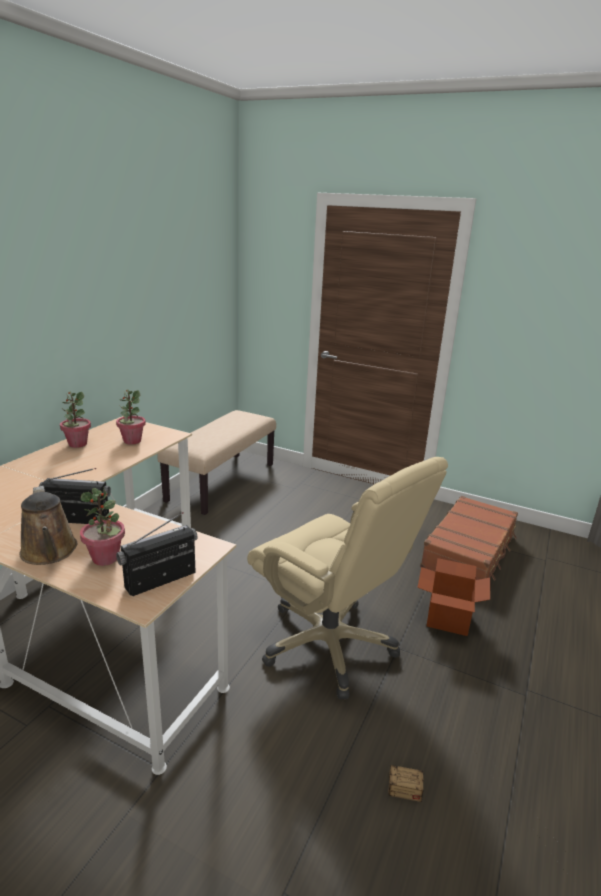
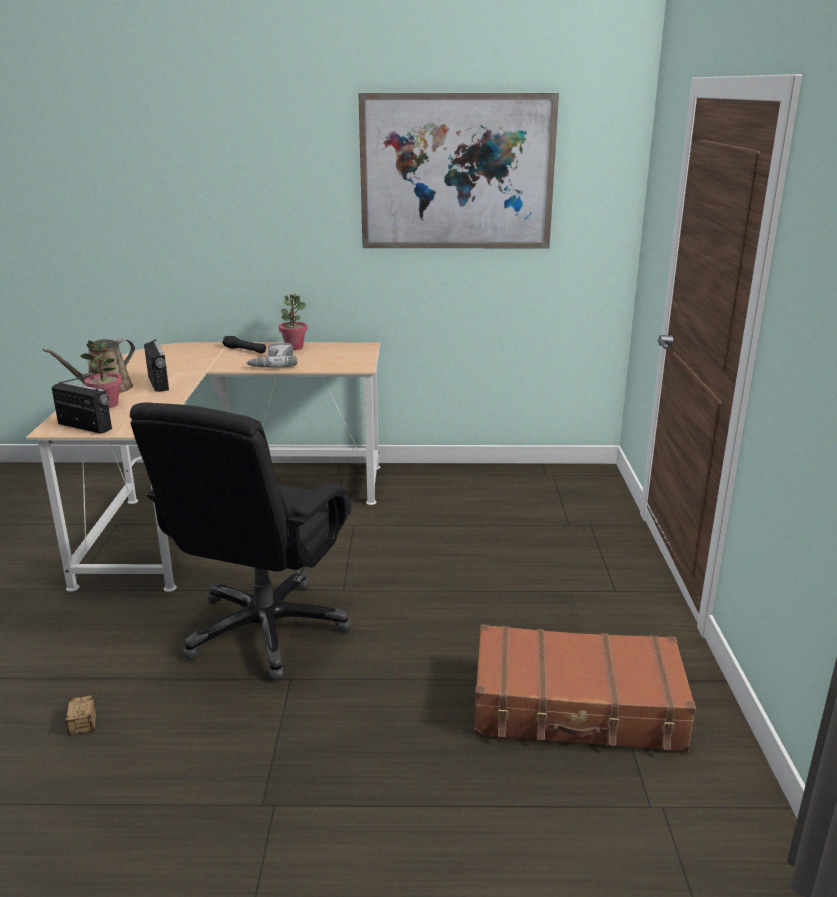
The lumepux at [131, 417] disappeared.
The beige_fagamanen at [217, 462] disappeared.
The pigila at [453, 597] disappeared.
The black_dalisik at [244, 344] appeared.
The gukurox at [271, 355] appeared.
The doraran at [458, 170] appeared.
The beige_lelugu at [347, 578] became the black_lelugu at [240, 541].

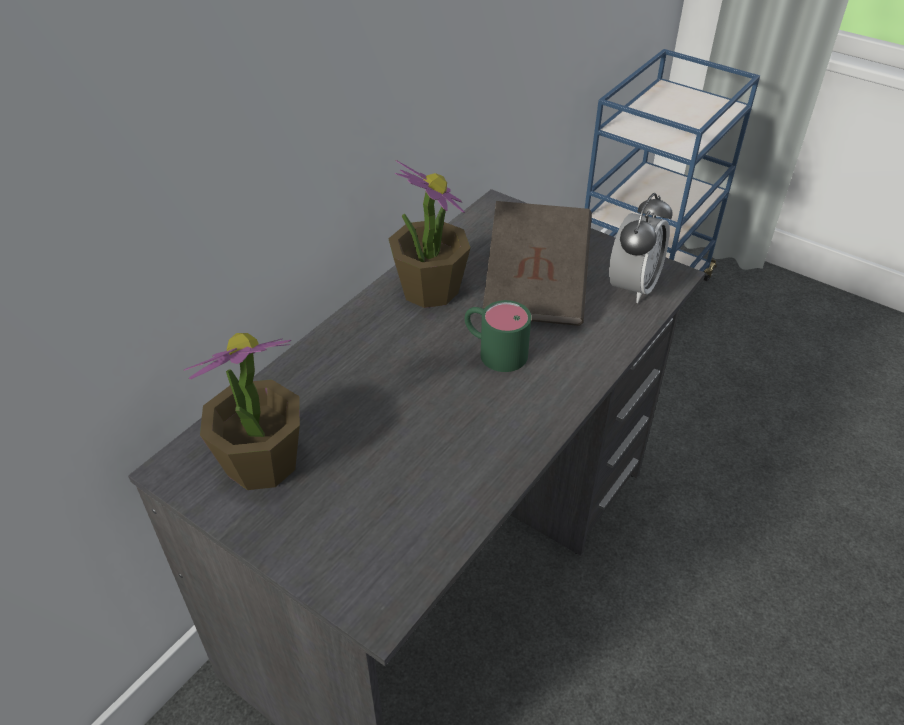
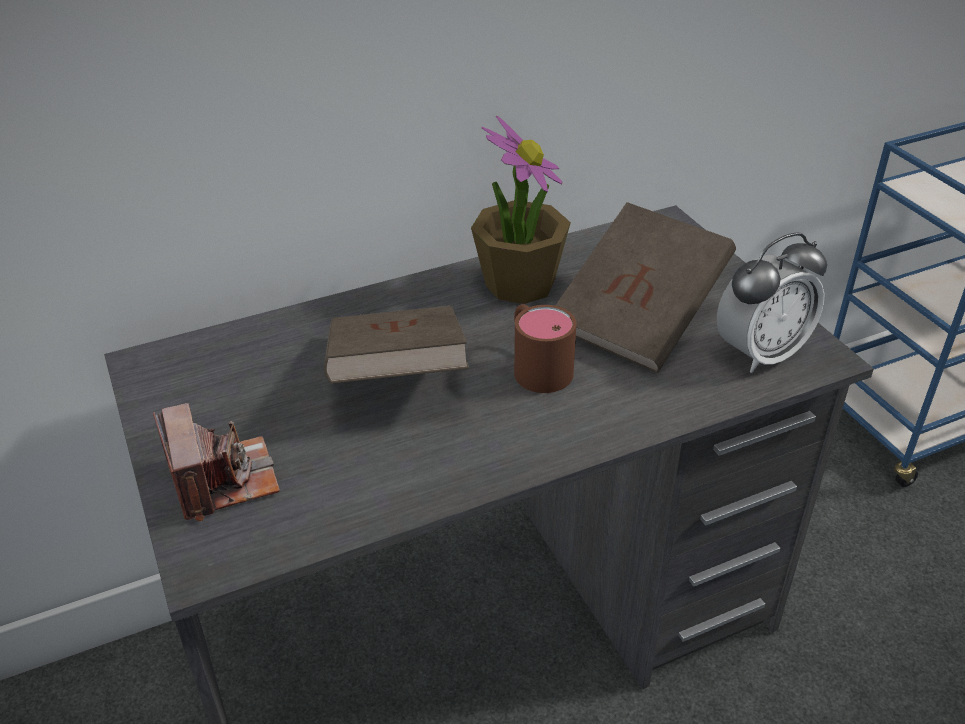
The lumepux at [242, 411] disappeared.
The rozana at [216, 462] appeared.
The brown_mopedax at [396, 345] appeared.
The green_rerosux at [498, 336] became the brown_rerosux at [545, 348].

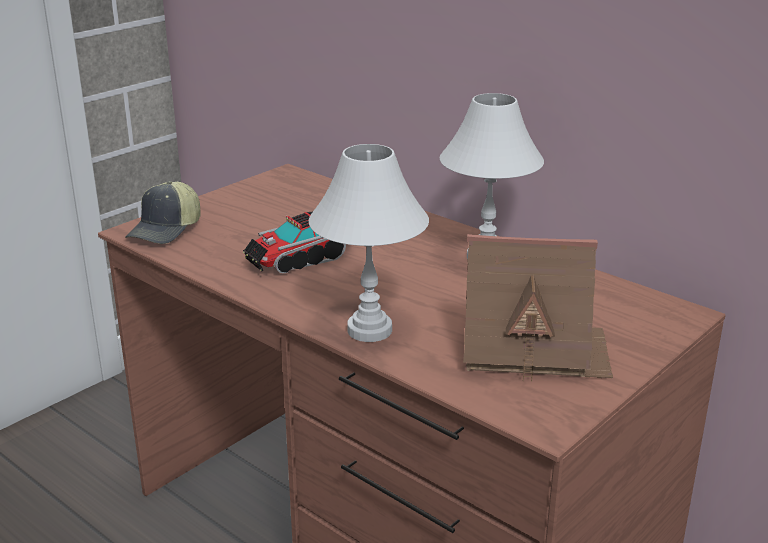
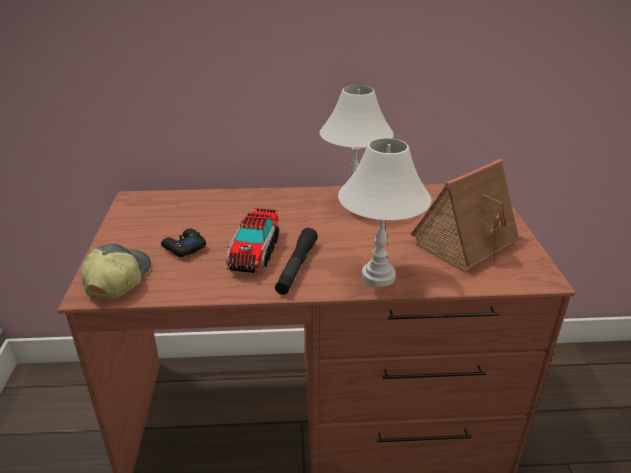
The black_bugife at [183, 242] appeared.
The black_dalisik at [296, 261] appeared.
The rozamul at [162, 212] turned 150 degrees counterclockwise.

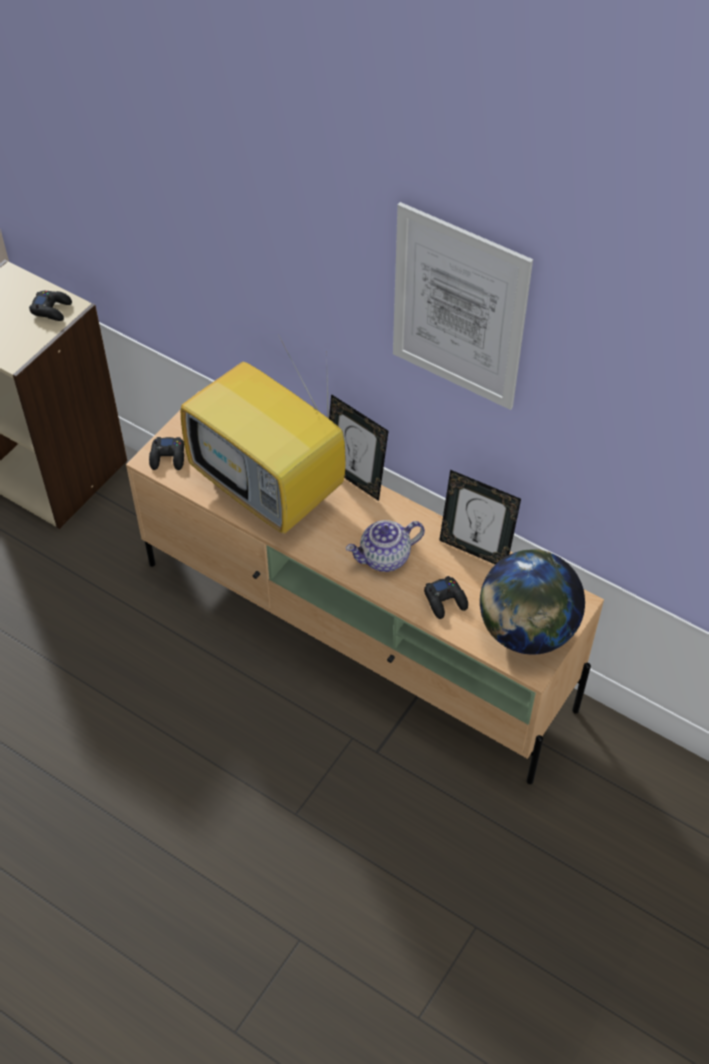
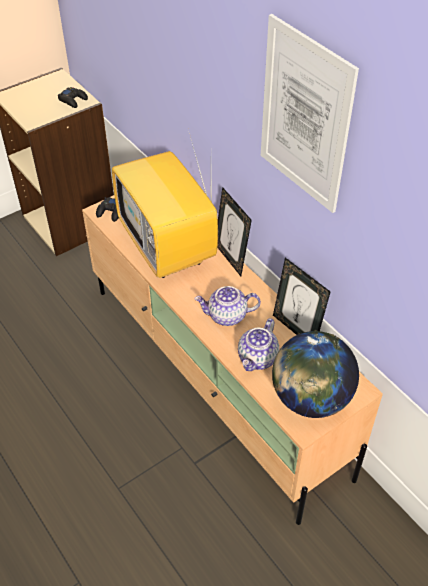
The black_bugife at [446, 597] was replaced by the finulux at [258, 344].

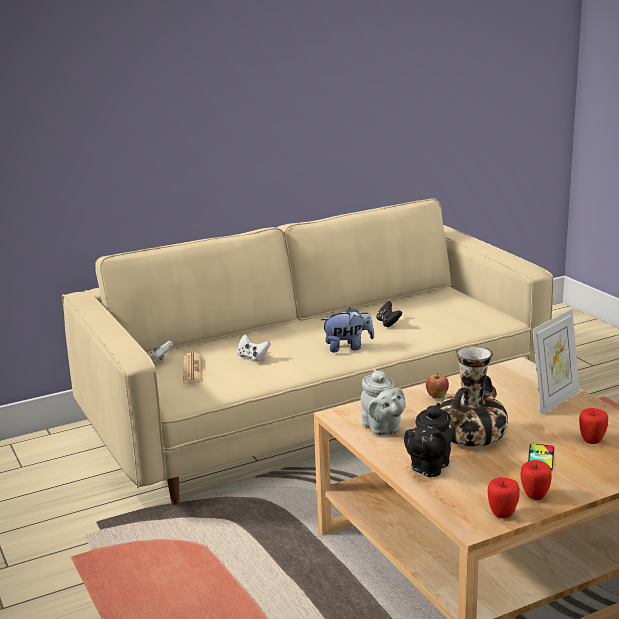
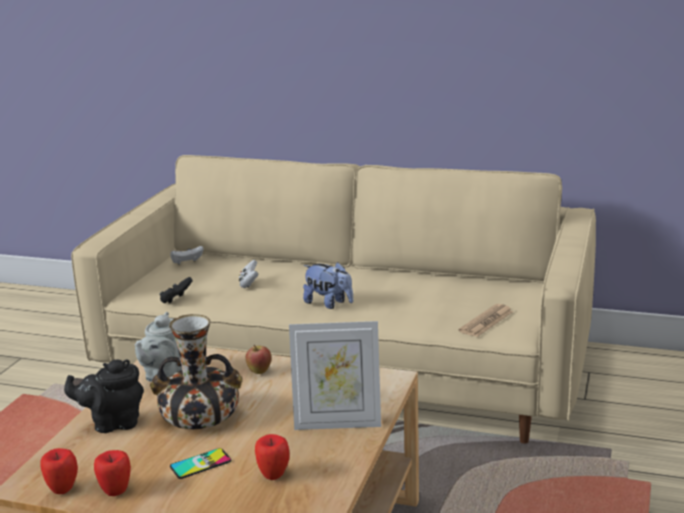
The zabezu moved from [193, 368] to [486, 320].
The black_bugife moved from [389, 314] to [176, 290].

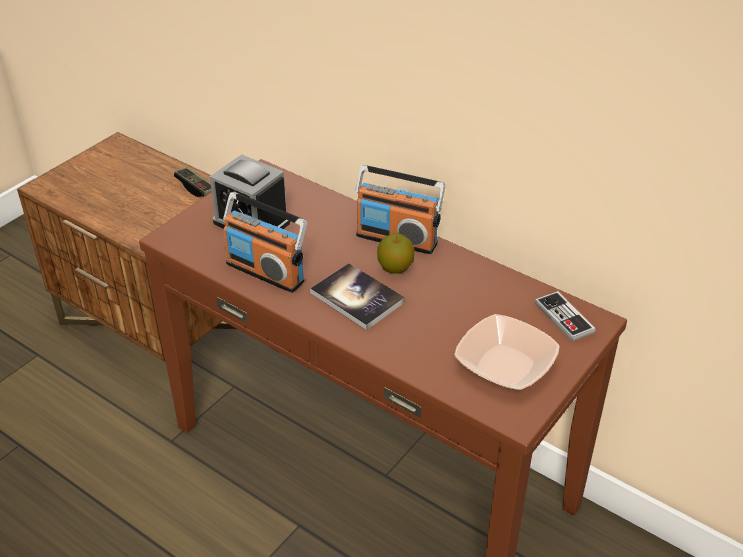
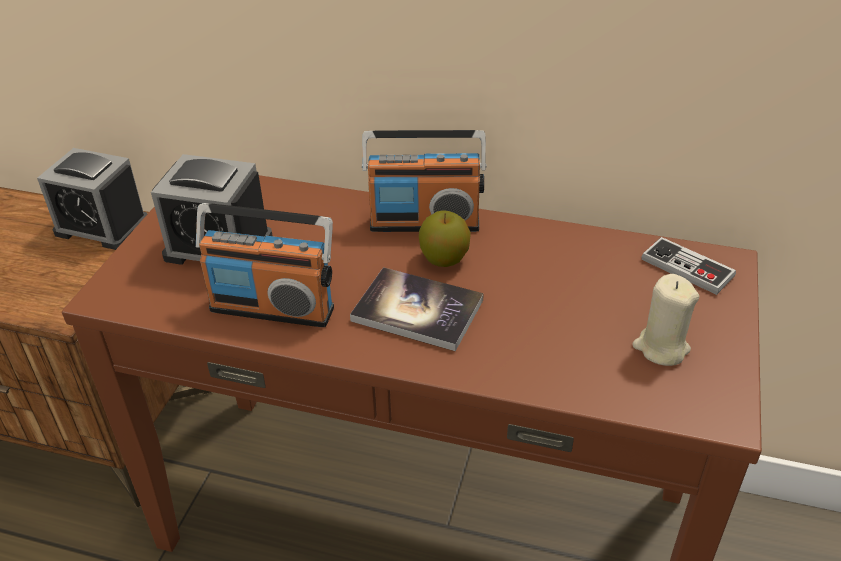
The bugife at [193, 182] was replaced by the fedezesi at [92, 199].
The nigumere at [507, 352] was replaced by the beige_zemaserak at [666, 320].

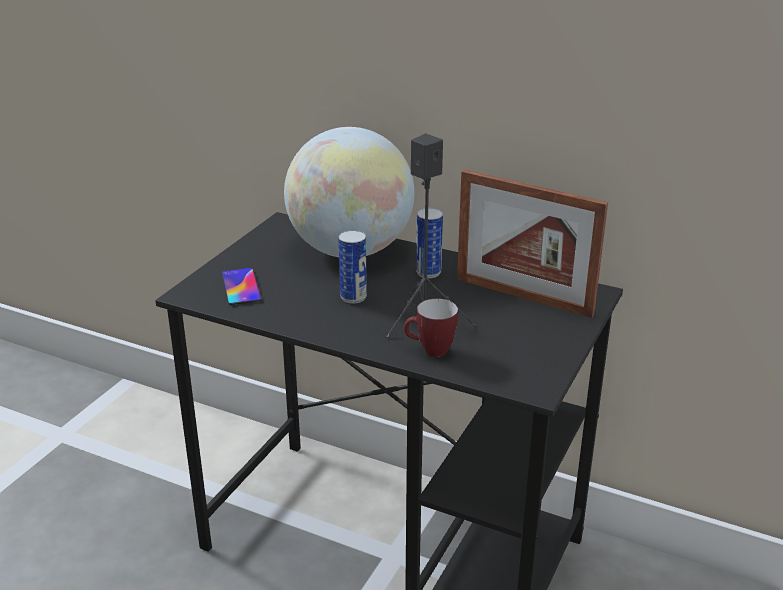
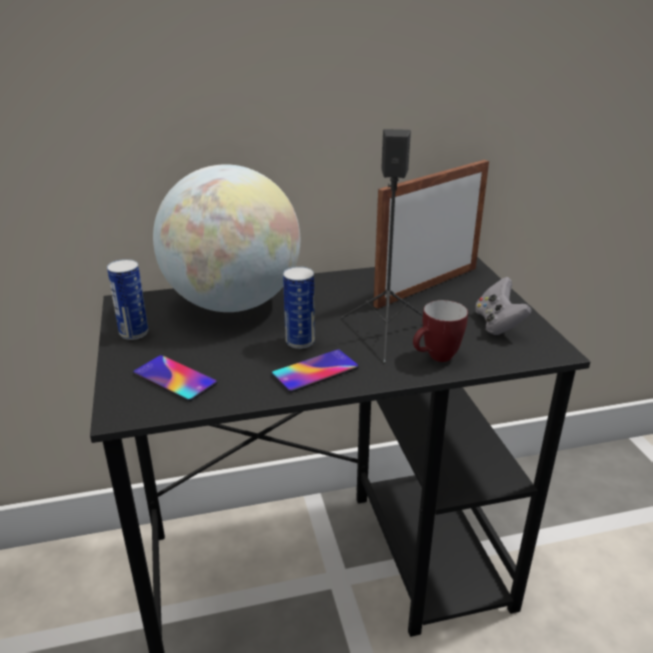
The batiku at [315, 370] appeared.
The grey_bugife at [503, 306] appeared.
The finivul moved from [429, 243] to [127, 299].
The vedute at [532, 244] turned 150 degrees clockwise.

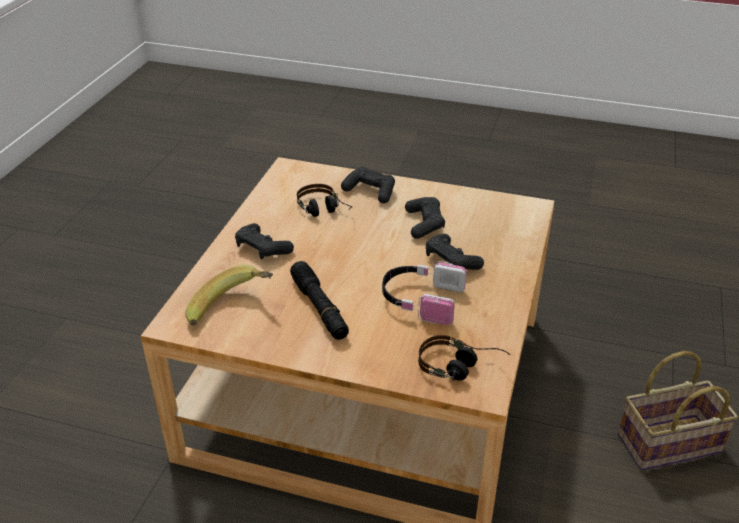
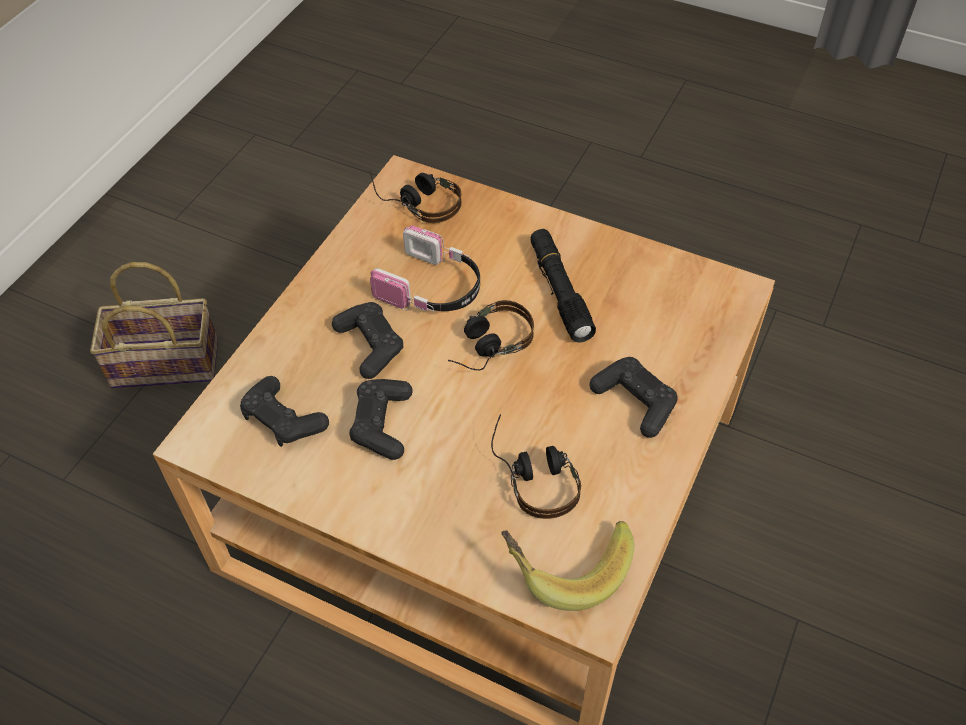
The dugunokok at [491, 335] appeared.
The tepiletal moved from [229, 295] to [568, 566].
The black_bugife moved from [368, 185] to [284, 411].

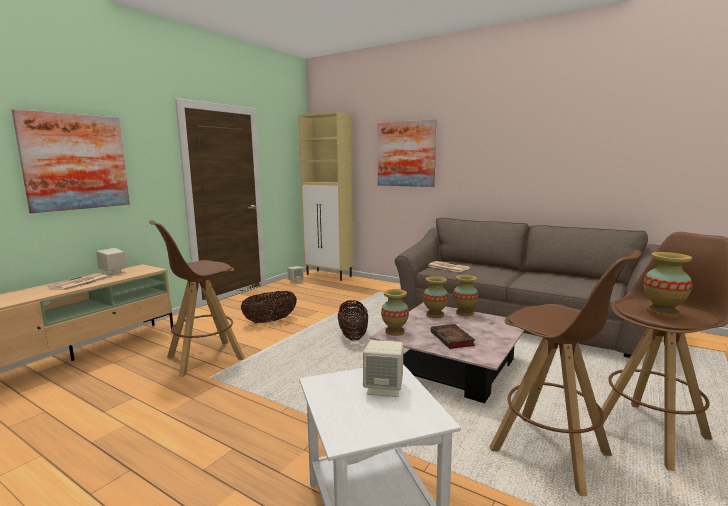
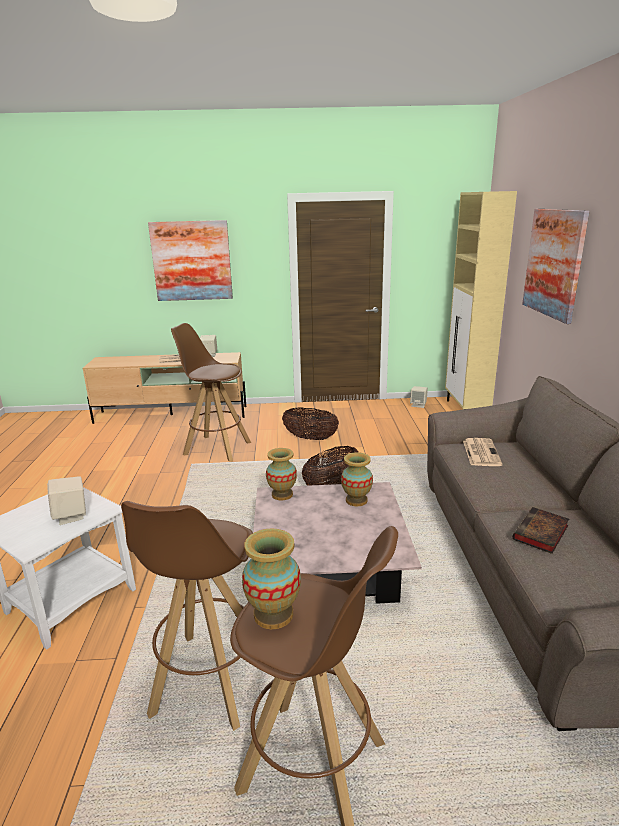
The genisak at [465, 295] disappeared.
The mopedax moved from [453, 336] to [541, 530].

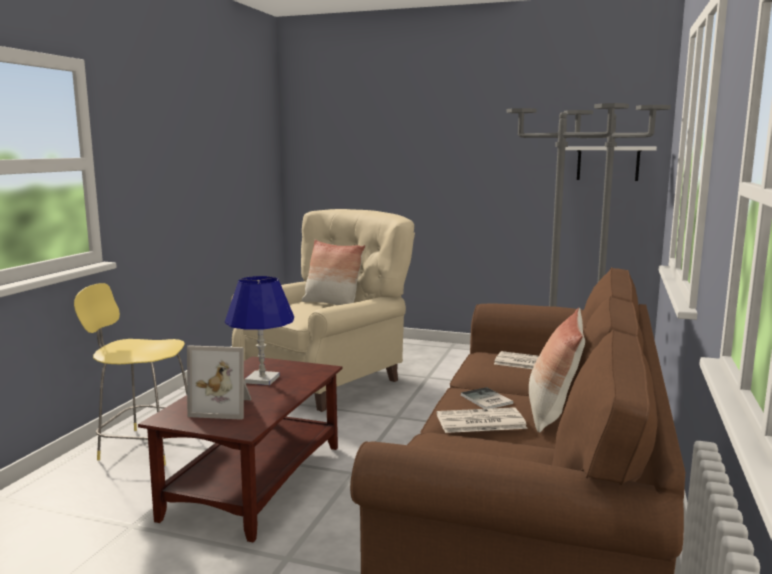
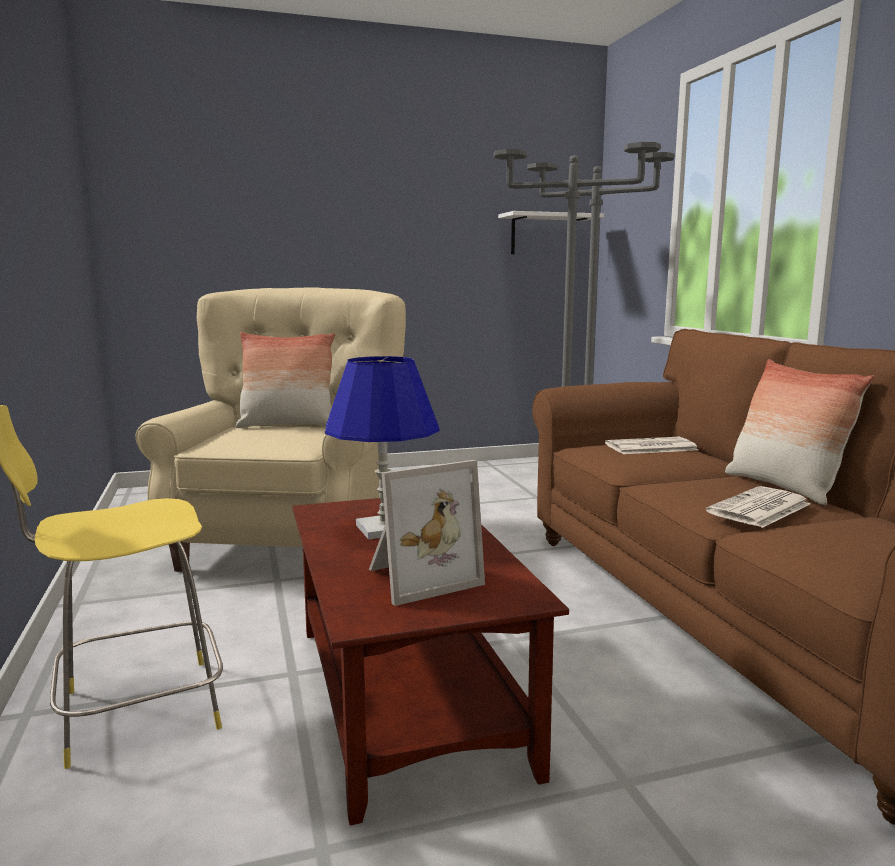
The mopedax at [487, 398] disappeared.

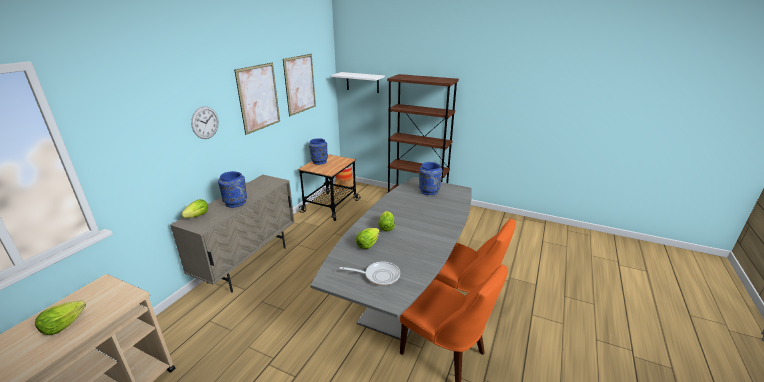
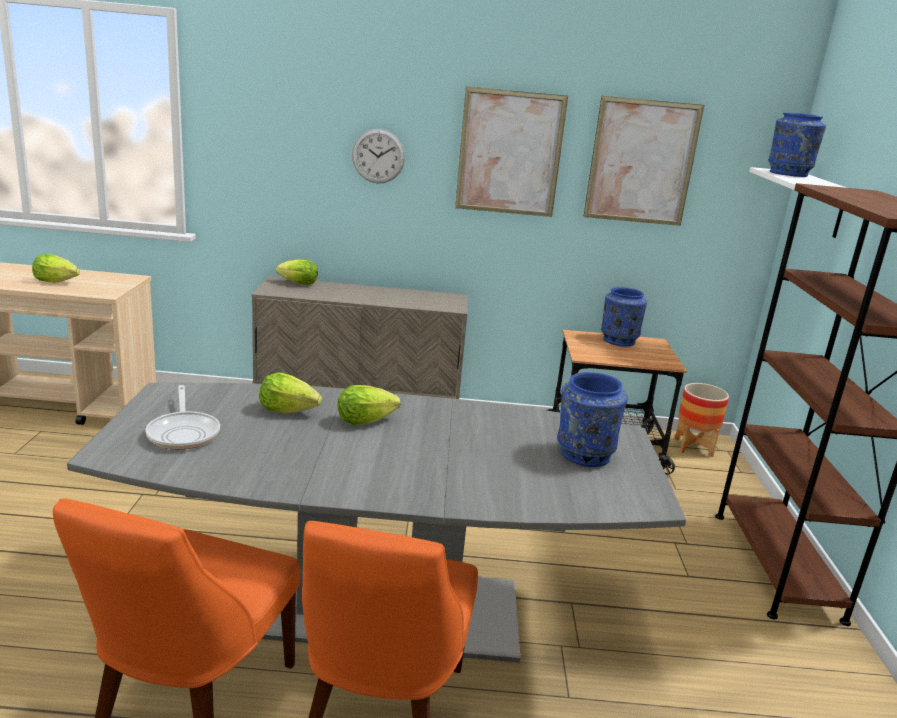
The blue_genisak moved from [232, 189] to [797, 145].

